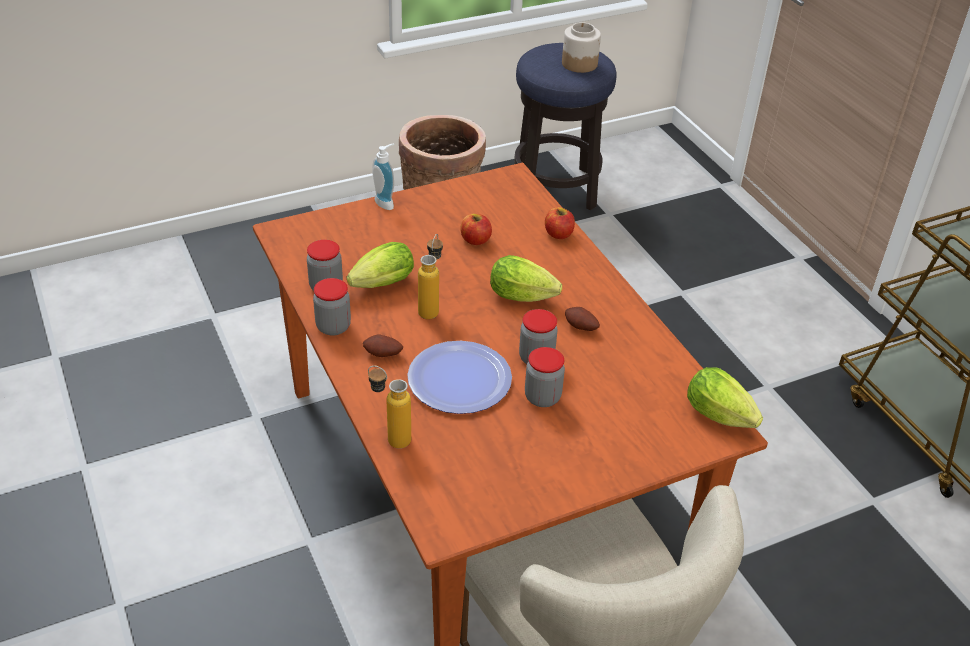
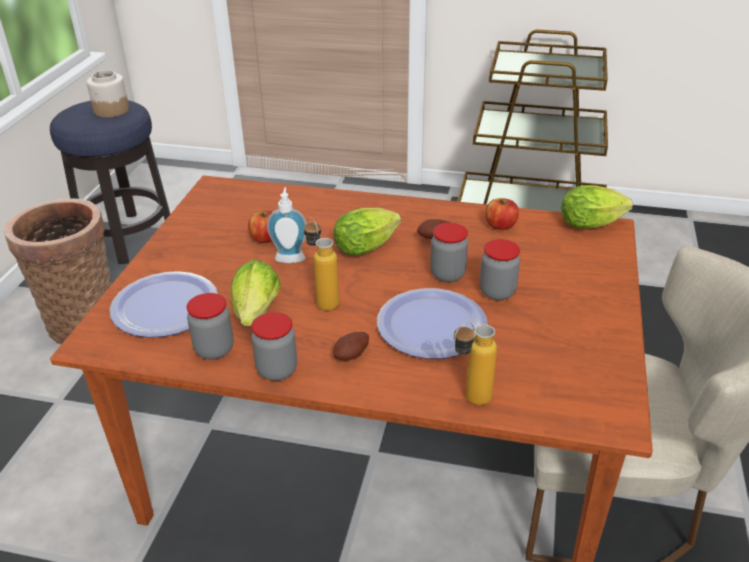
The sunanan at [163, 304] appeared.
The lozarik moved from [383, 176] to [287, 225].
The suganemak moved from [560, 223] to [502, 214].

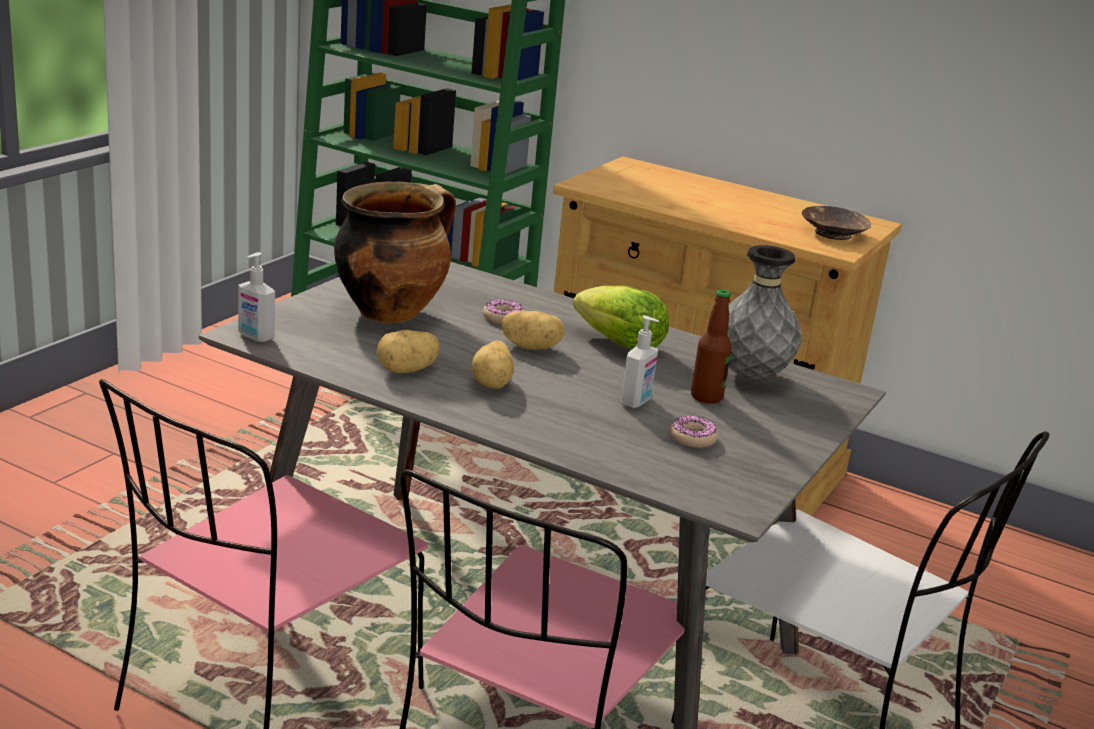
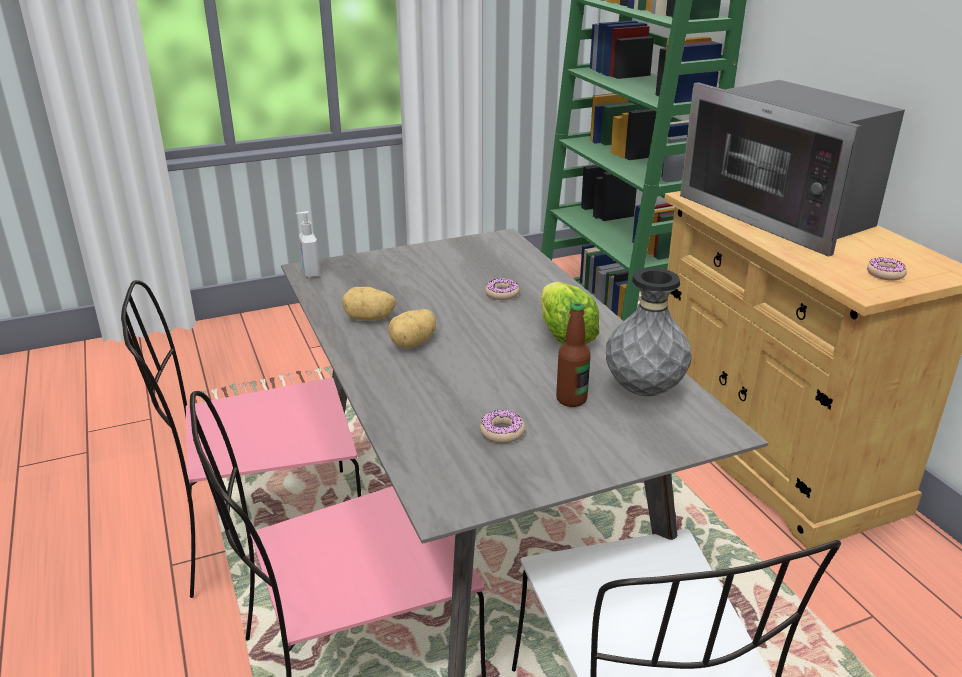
The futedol at [395, 252] disappeared.
The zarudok at [533, 330] disappeared.
The lozarik at [640, 361] disappeared.
The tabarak at [792, 168] appeared.
The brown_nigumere at [836, 223] was replaced by the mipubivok at [887, 269].

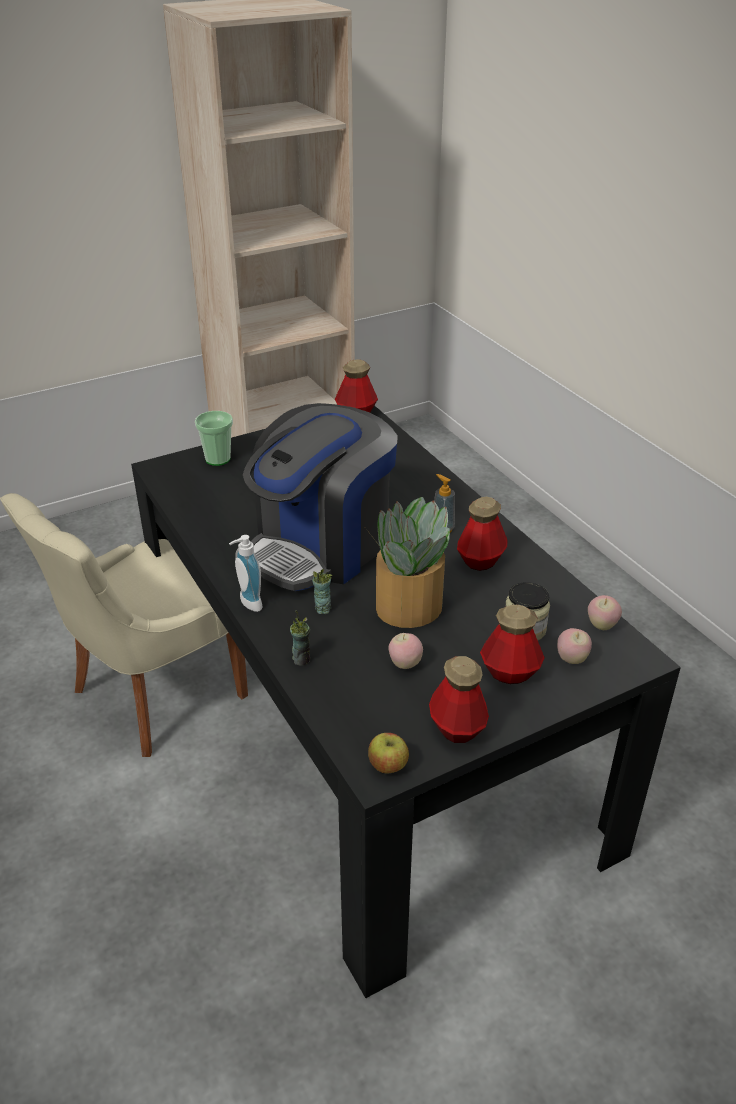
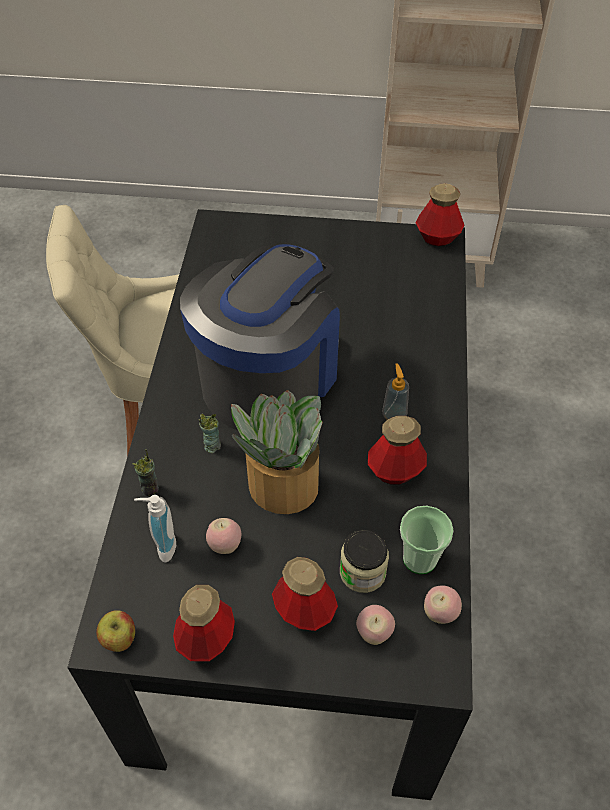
The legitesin moved from [214, 438] to [427, 540].
The lozarik moved from [246, 573] to [155, 529].
The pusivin at [320, 497] turned 135 degrees clockwise.

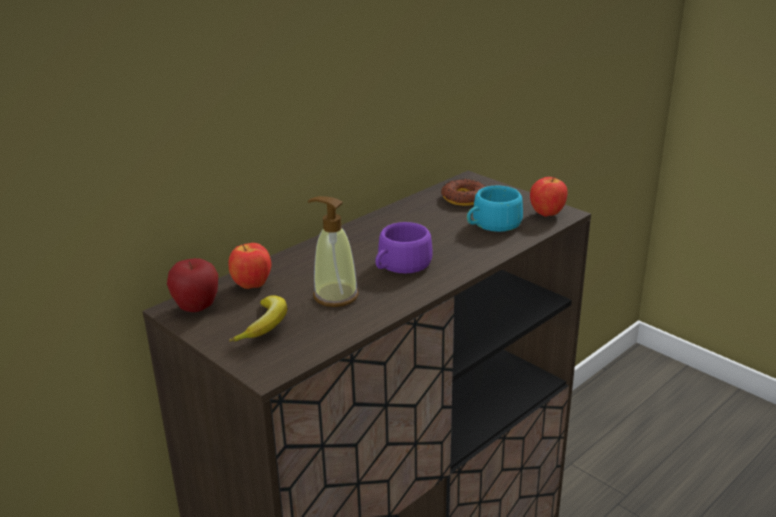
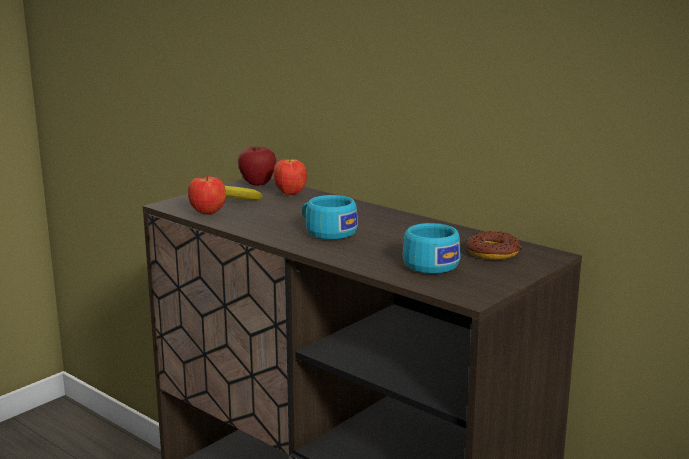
The lozarik at [333, 251] disappeared.
The suganemak moved from [548, 197] to [207, 195].
The purple_legitesin at [404, 247] became the turquoise_legitesin at [330, 217].

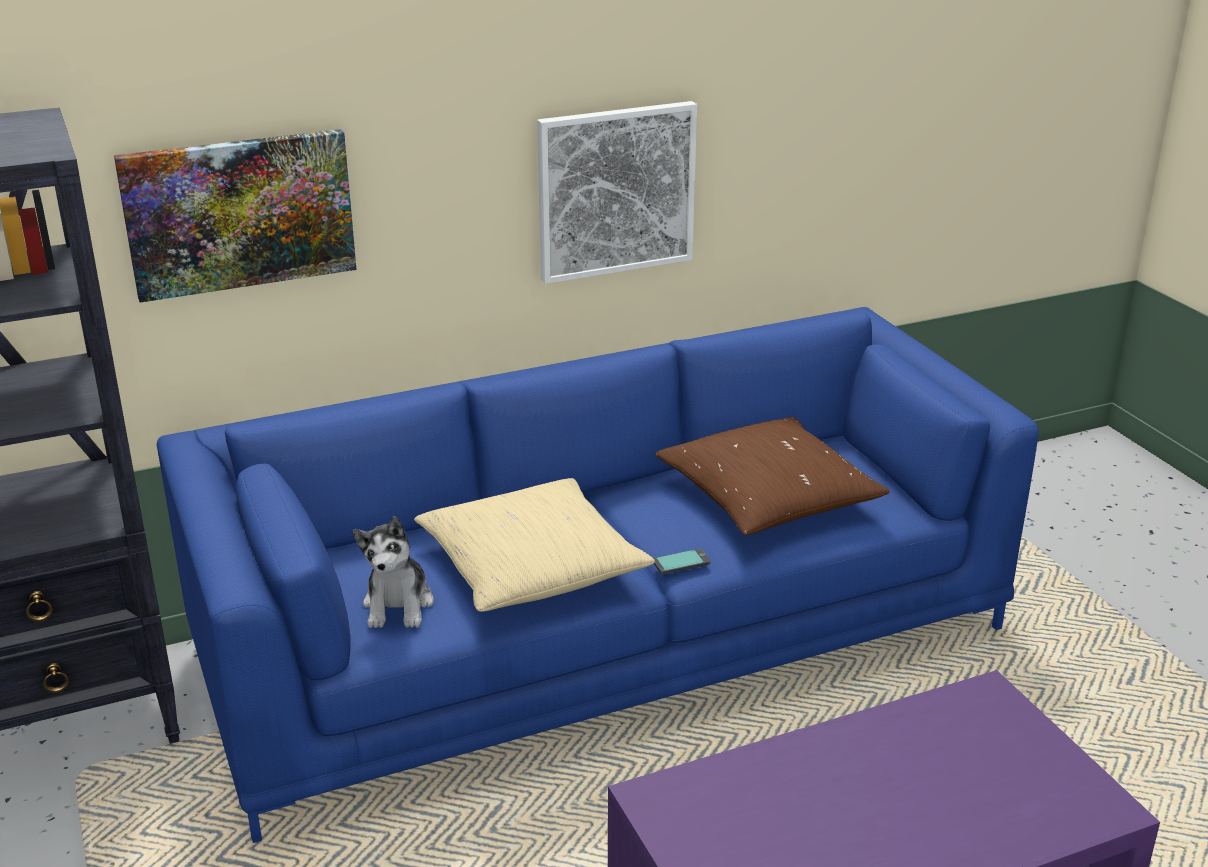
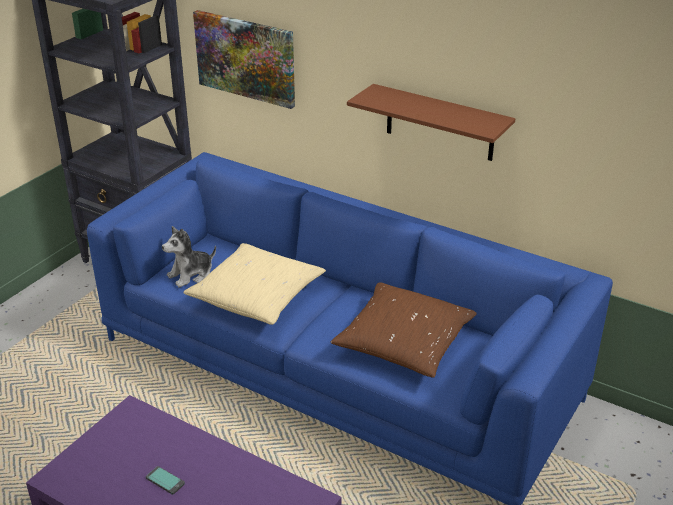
The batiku moved from [681, 561] to [165, 480].
The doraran at [617, 192] was replaced by the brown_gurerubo at [431, 122].

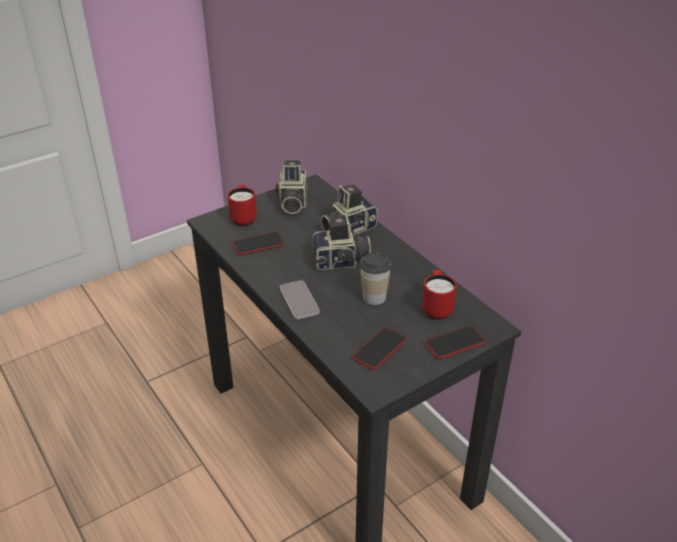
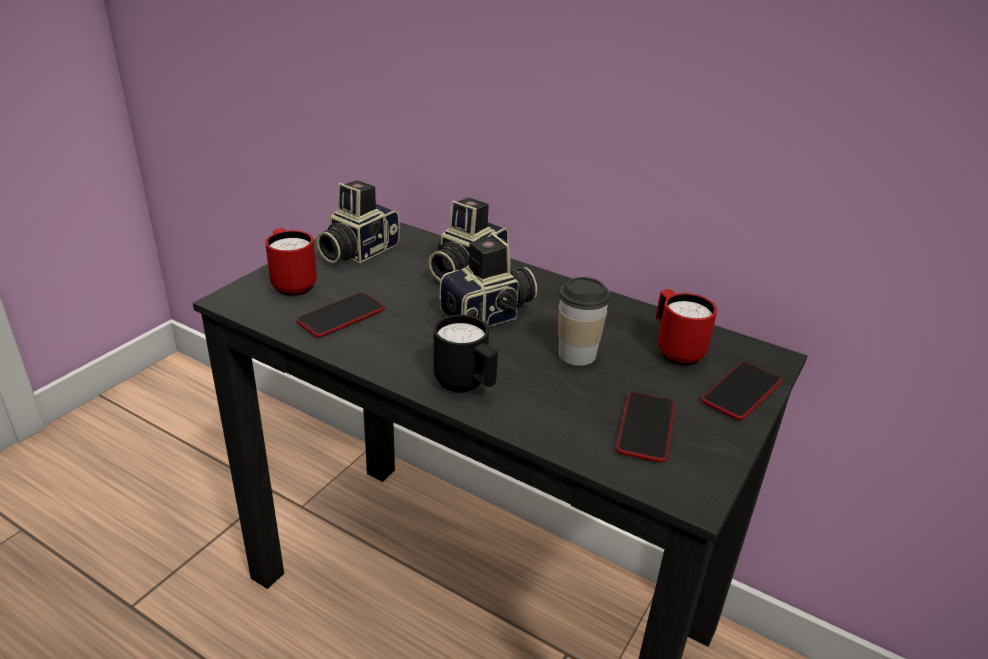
The batiku at [300, 299] was replaced by the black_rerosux at [465, 353].
The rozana at [291, 187] turned 60 degrees clockwise.

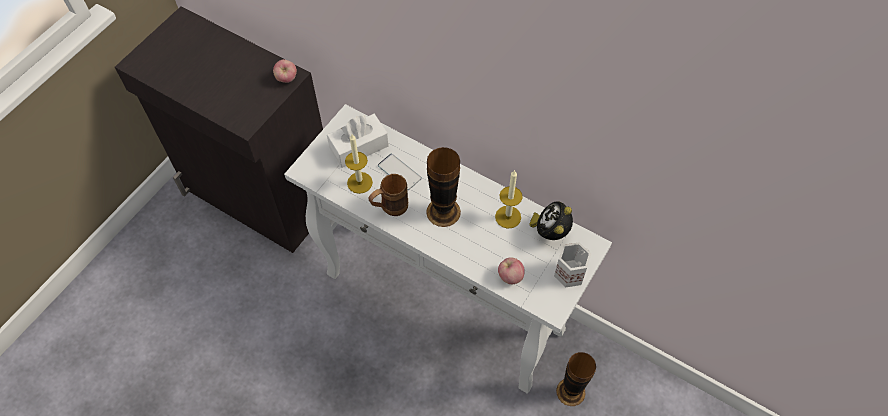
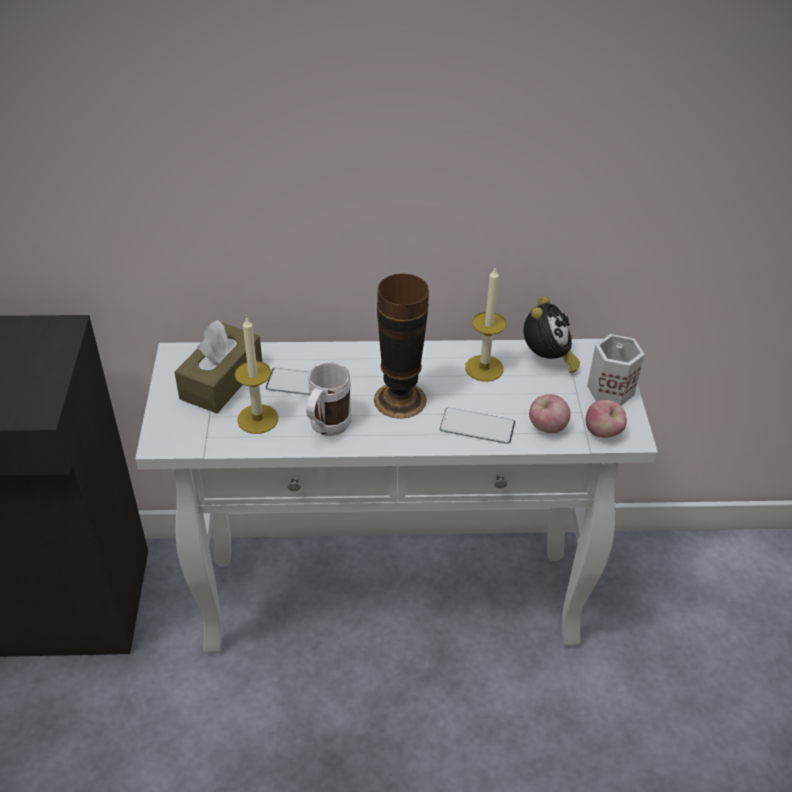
The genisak at [576, 379] disappeared.
The batiku at [477, 426] appeared.
The suganemak moved from [285, 71] to [606, 419].
The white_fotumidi at [358, 141] became the brown_fotumidi at [218, 366].
The brown_rerosux at [388, 195] became the white_rerosux at [328, 399].
The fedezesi at [551, 221] turned 150 degrees counterclockwise.

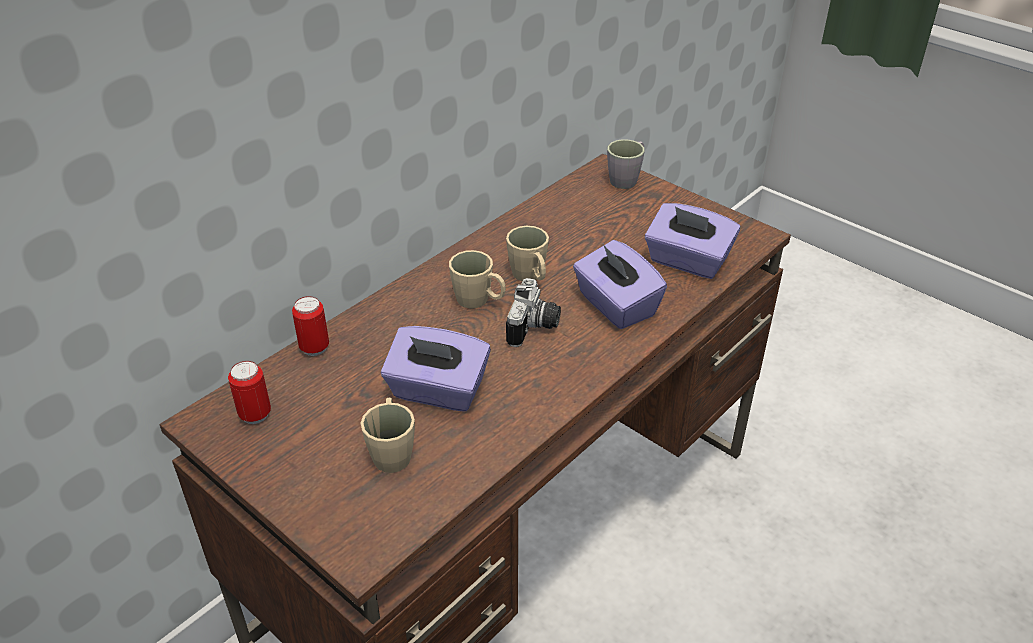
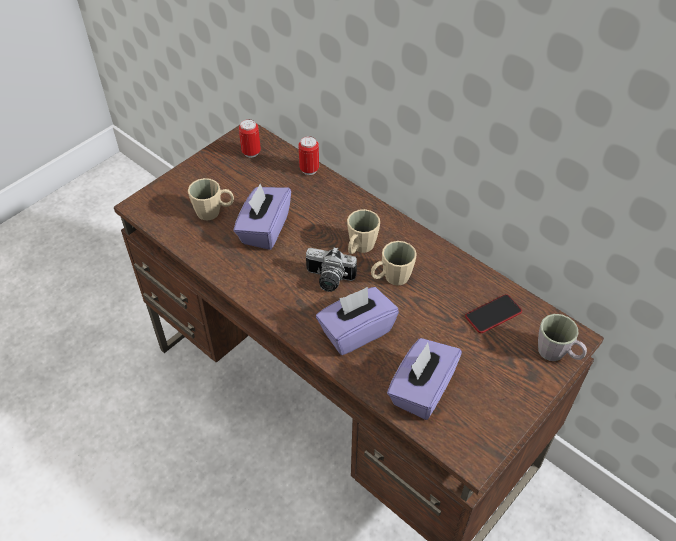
The batiku at [493, 313] appeared.

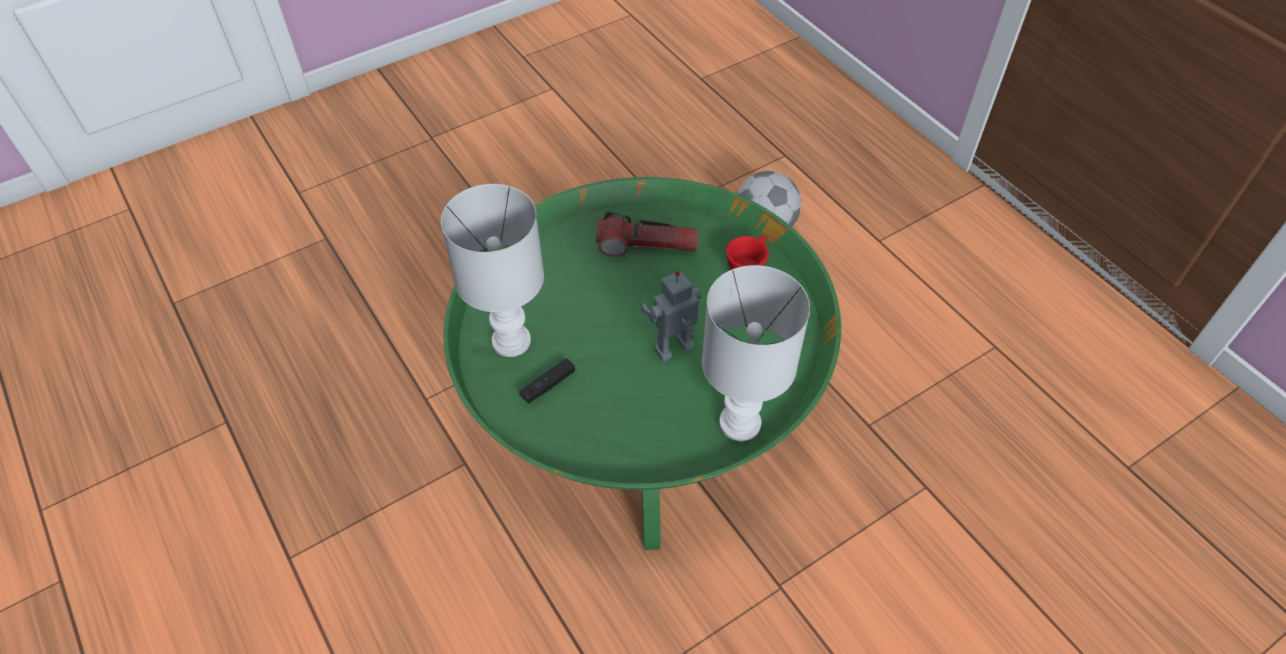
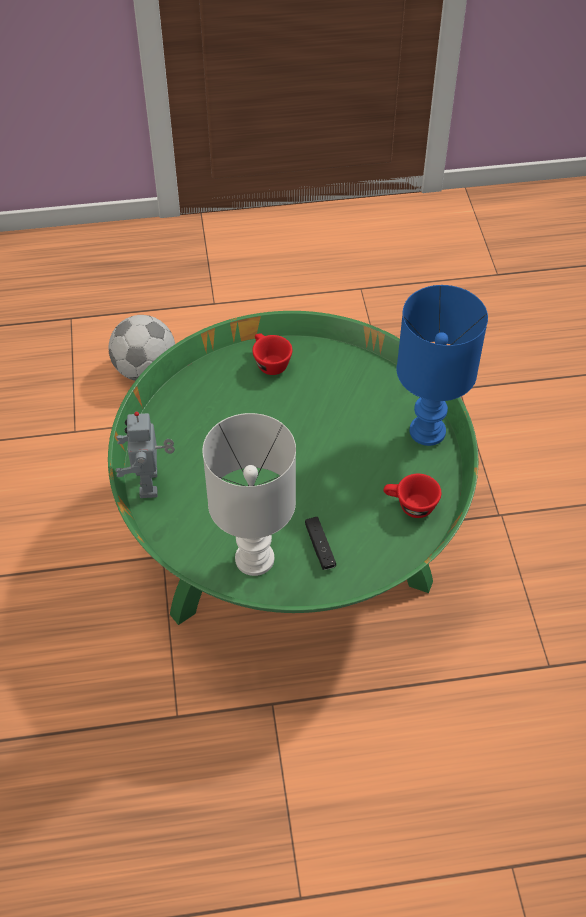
The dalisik at [647, 234] disappeared.
The red_legitesin at [412, 496] appeared.
The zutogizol moved from [671, 316] to [145, 455].
The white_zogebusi at [756, 353] became the blue_zogebusi at [442, 365].

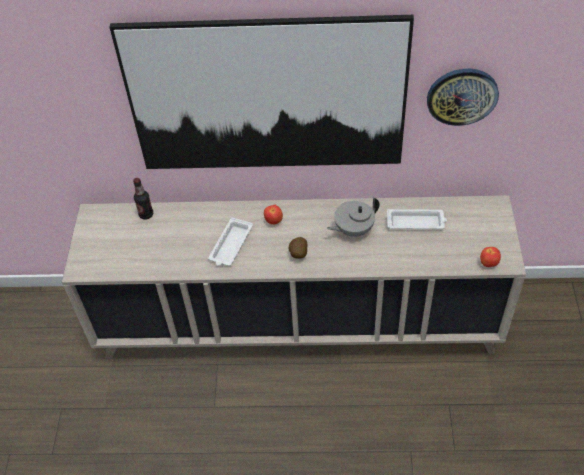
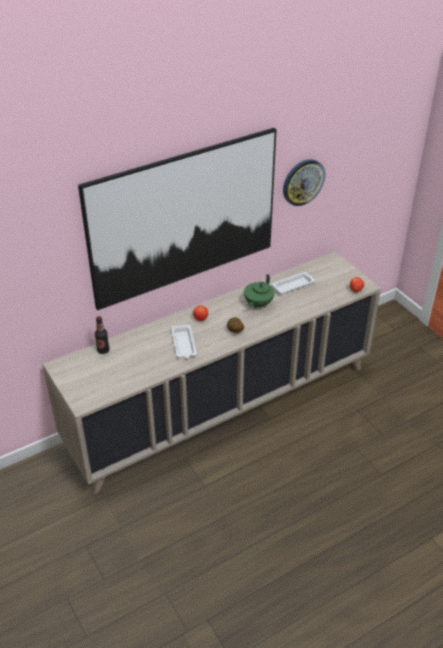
The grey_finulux at [353, 217] became the green_finulux at [259, 291].

